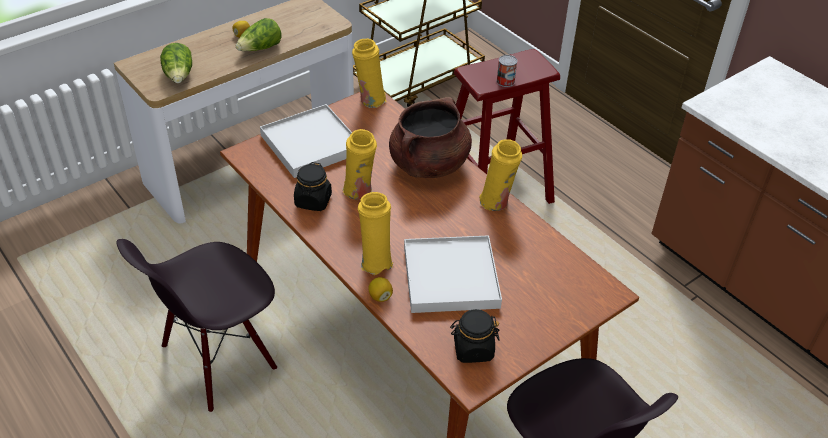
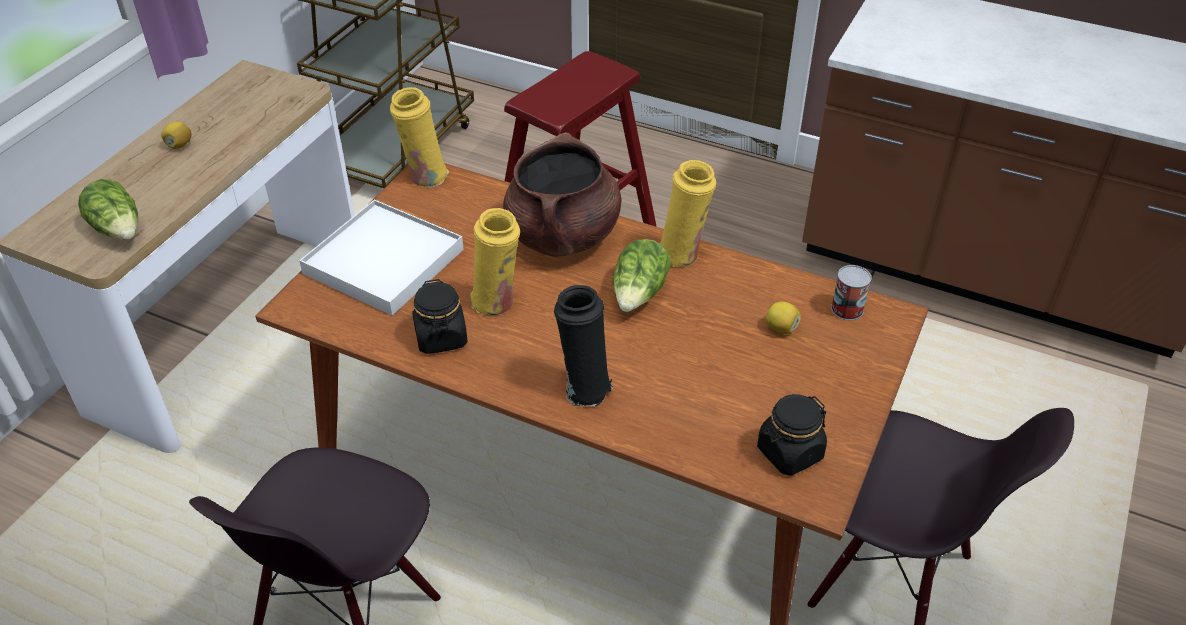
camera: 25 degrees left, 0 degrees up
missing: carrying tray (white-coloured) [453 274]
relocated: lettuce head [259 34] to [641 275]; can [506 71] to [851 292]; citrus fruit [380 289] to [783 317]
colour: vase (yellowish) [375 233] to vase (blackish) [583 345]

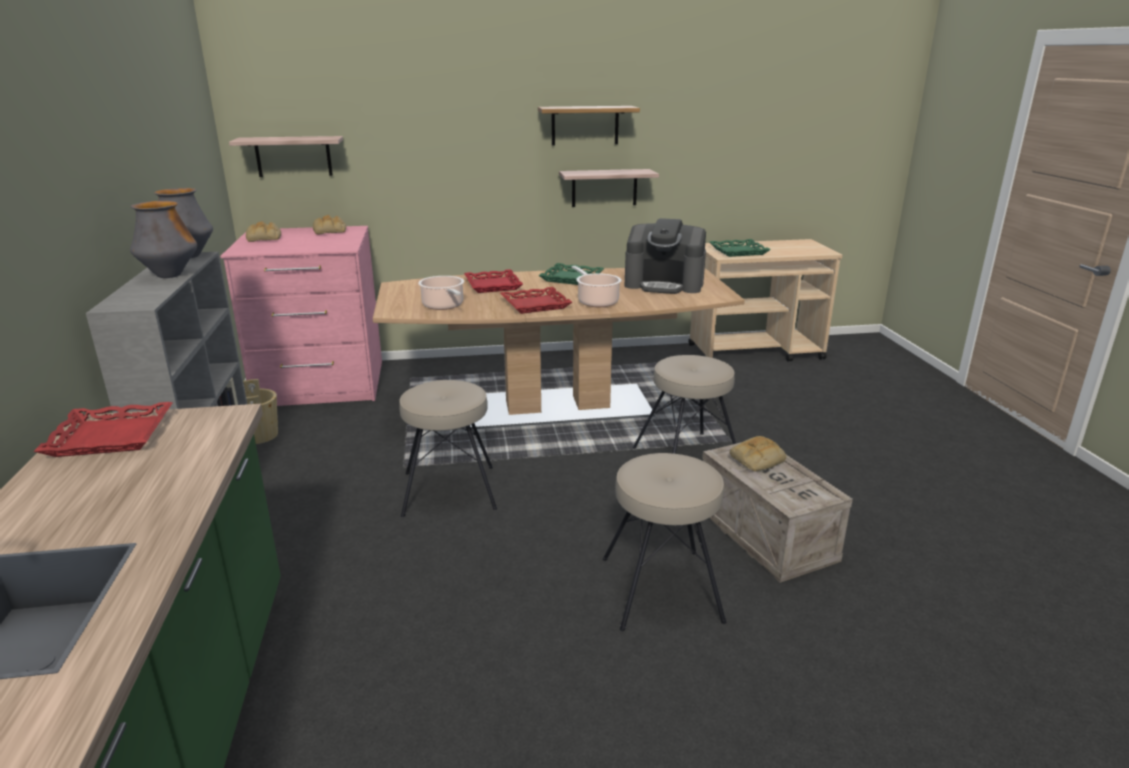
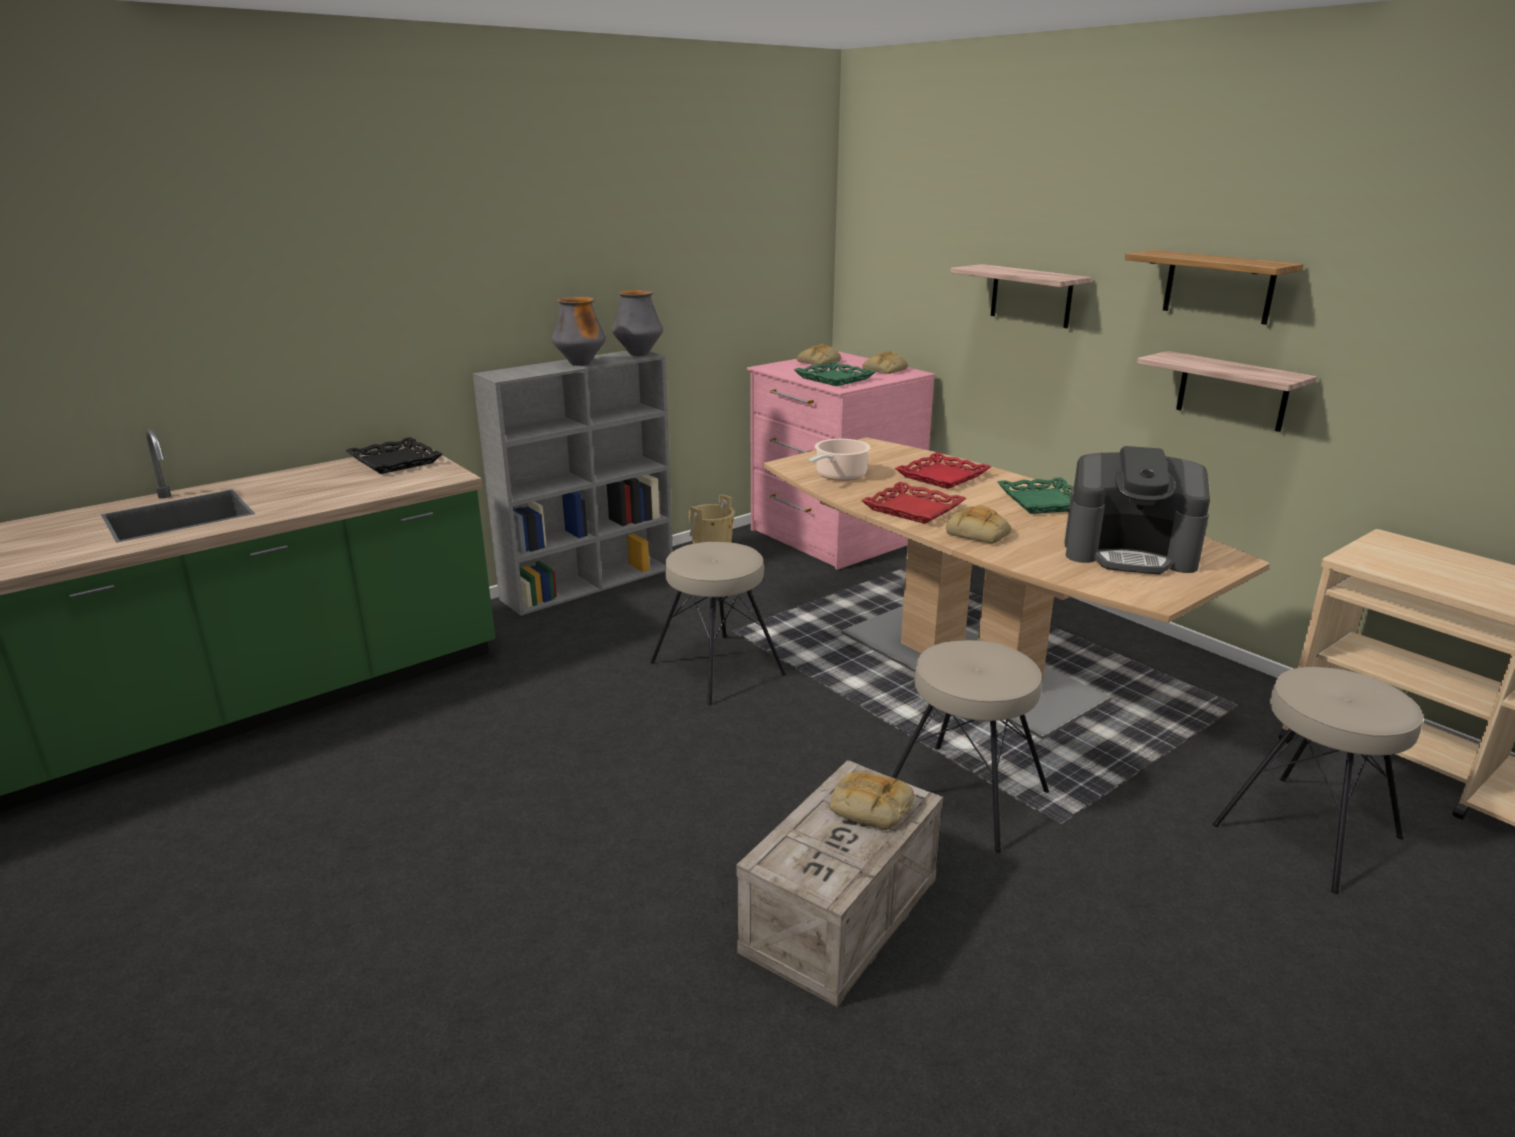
camera: 60 degrees right, 0 degrees up
relocated: bracket shelf [286 156] to [1020 296]; carrying tray (green) [740 248] to [835 373]; stool (beige) [664 542] to [1317 780]
exchanged: cooking pot [596 286] to baked bread [978 524]
colour: carrying tray (red) [103 429] to carrying tray (blackish) [393 455]
spun: coffee brewer [665 256] = [1137 510] 60 degrees counterclockwise

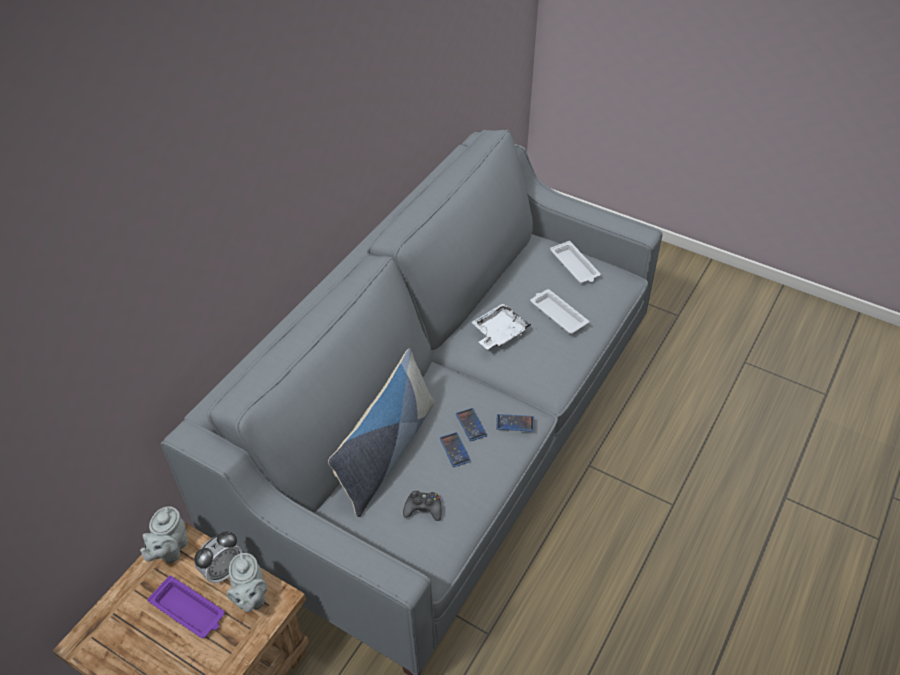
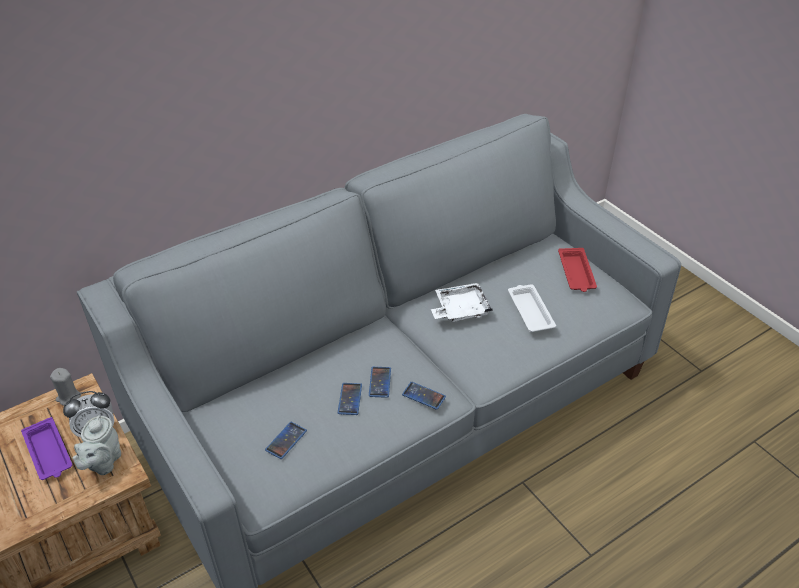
camera: 25 degrees right, 5 degrees down
missing: cushion [381 433]
exchanged: gamepad (blackish) [422 506] to handset [286 440]; teapot (gray) [164 535] to wax light (gray) [65 386]
colour: carrying tray (white-coloured) [575 262] to carrying tray (red) [577 270]

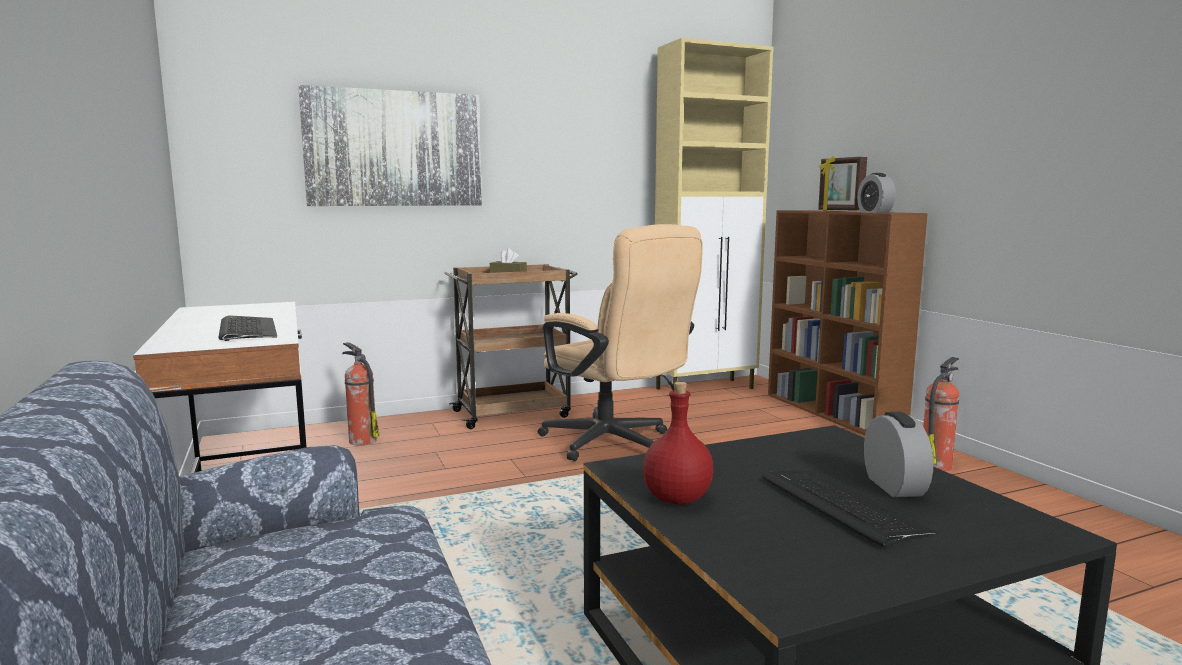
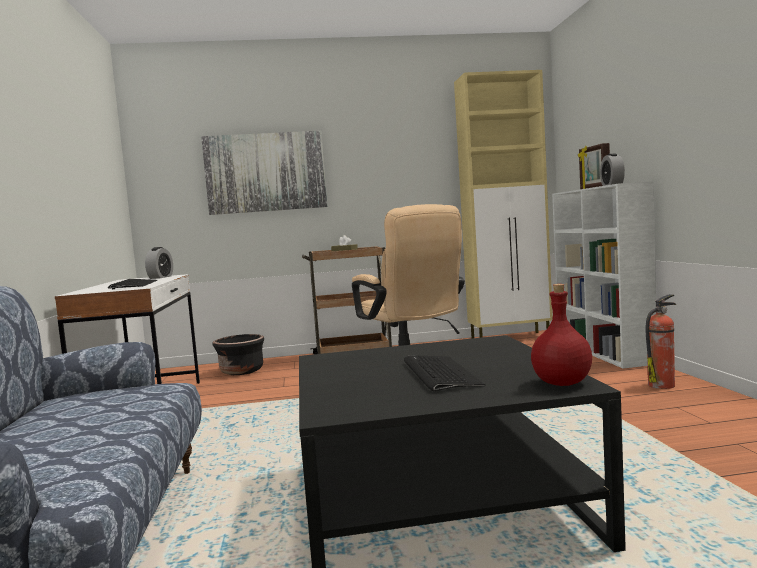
camera: 15 degrees right, 5 degrees down
relocated: beverage bottle (red) [678 443] to [561 335]; table clock [898 455] to [159 263]
exchanged: fire-fighting cylinder [361 393] to plant pot (blackish) [238 354]
colour: shelving unit (brownish) [848 322] to shelving unit (white-coloured) [604 275]

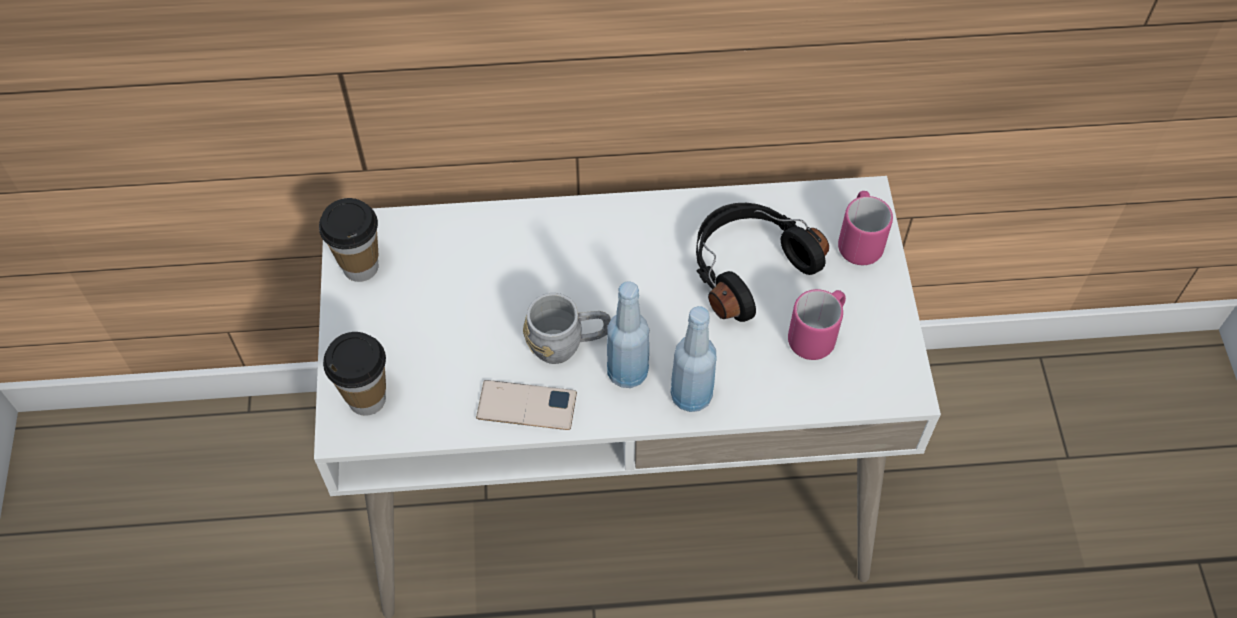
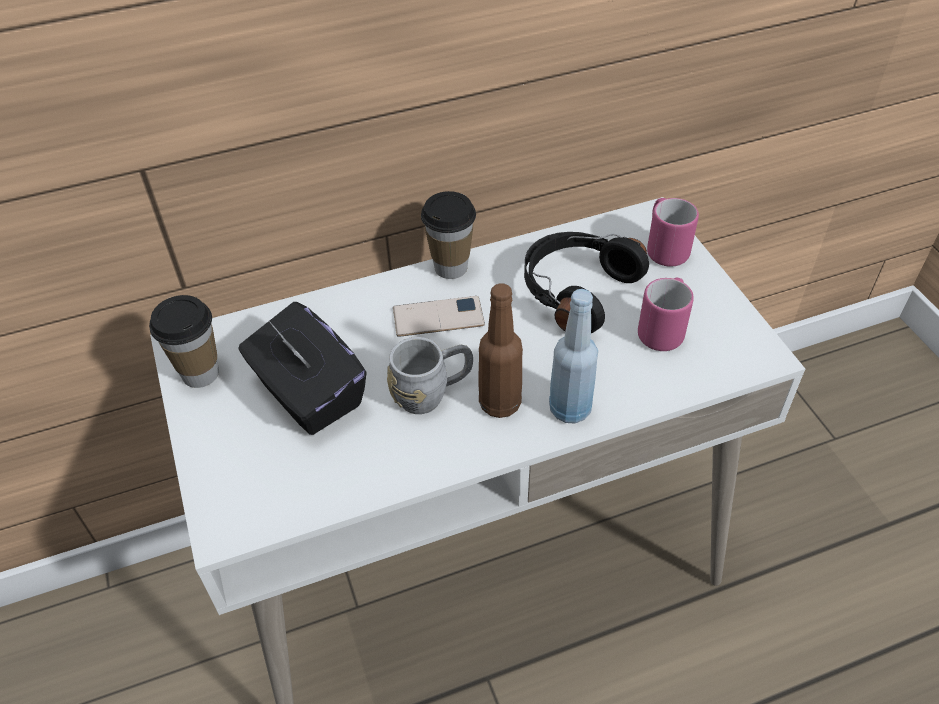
camera: 15 degrees left, 10 degrees down
appeared: tissue holder (blackish) [302 368]
relocated: small cup [354 374] to [448 235]; handset [526 405] to [439 316]
colour: beverage bottle (blue) [628 334] to beverage bottle (brownish) [500 351]

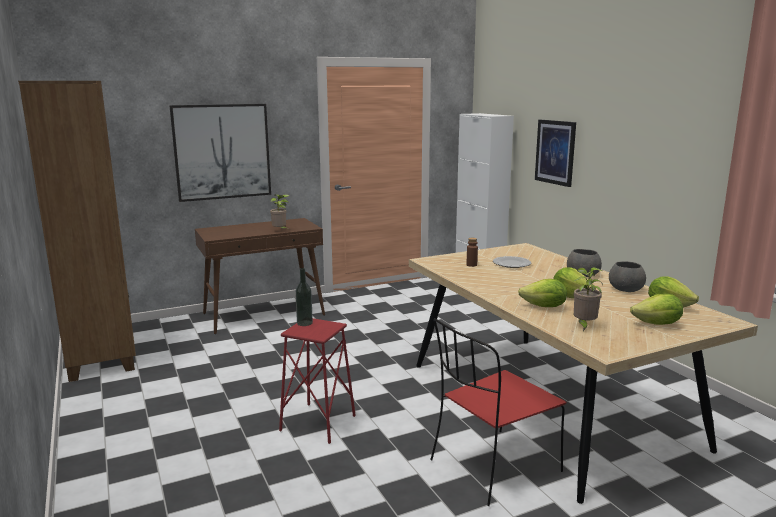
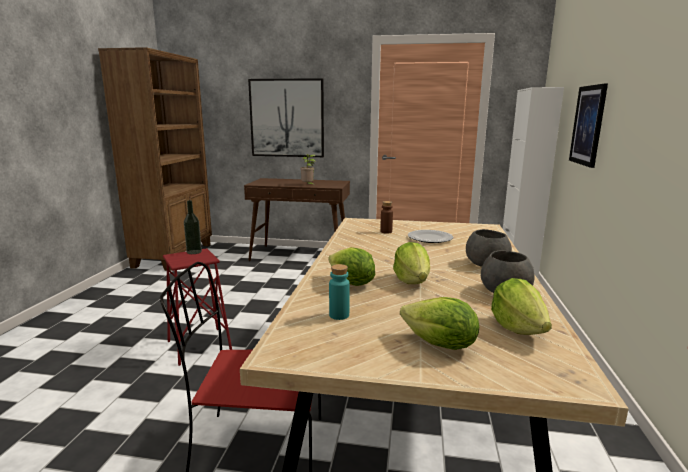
camera: 35 degrees right, 0 degrees up
exchanged: potted plant [588 299] to beverage bottle (turquoise-coloured) [339 292]

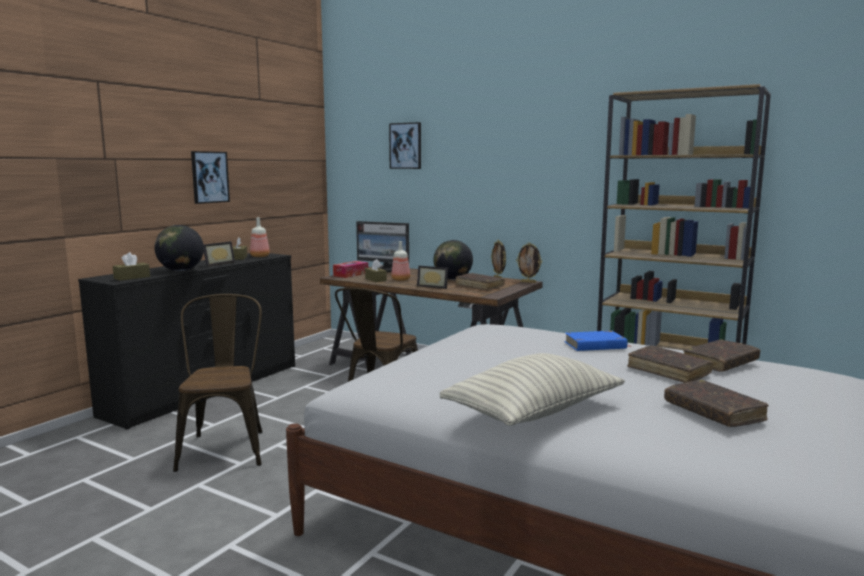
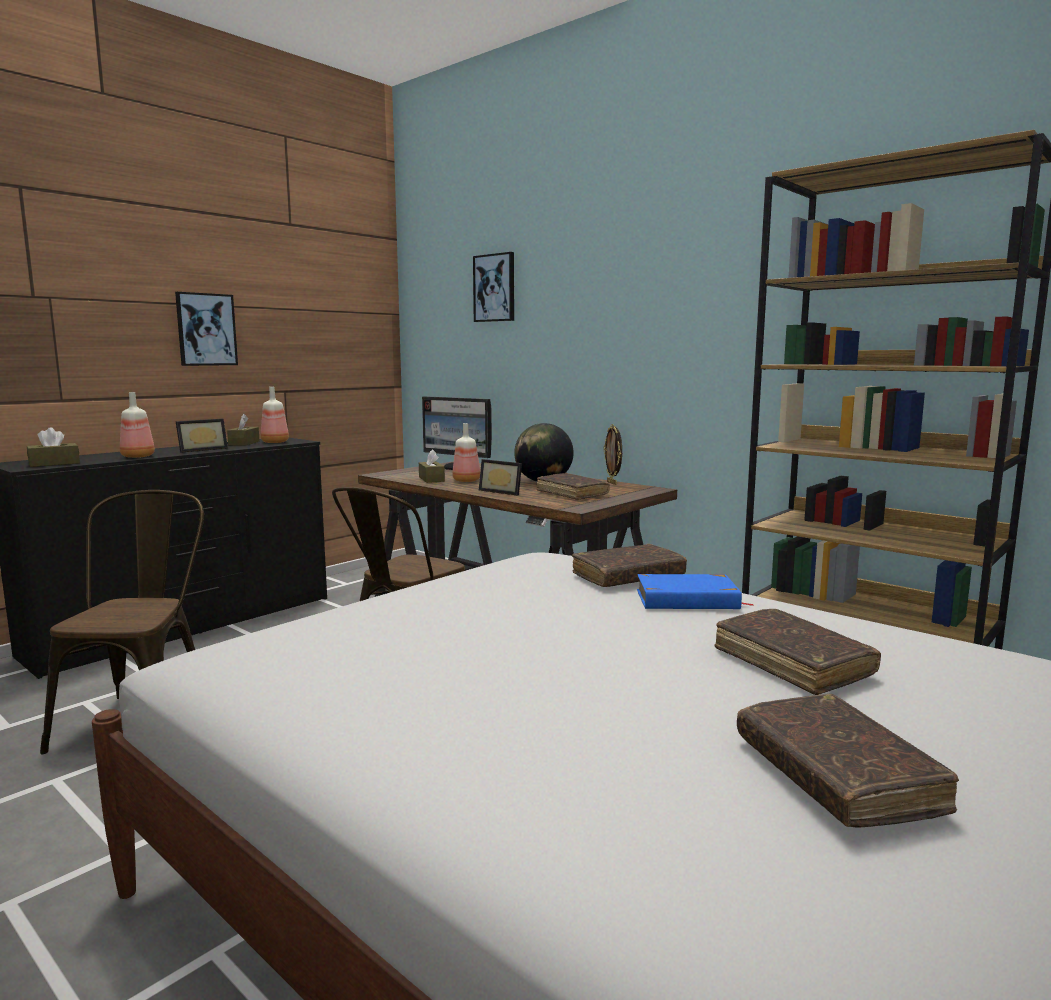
camera: 10 degrees right, 0 degrees up
missing: picture frame [529 262]; tissue holder [350 269]; cushion [532 389]
relocated: bound book (brownish) [721 355] to [629 565]
exchanged: desk globe [179 248] to beverage bottle [137 425]

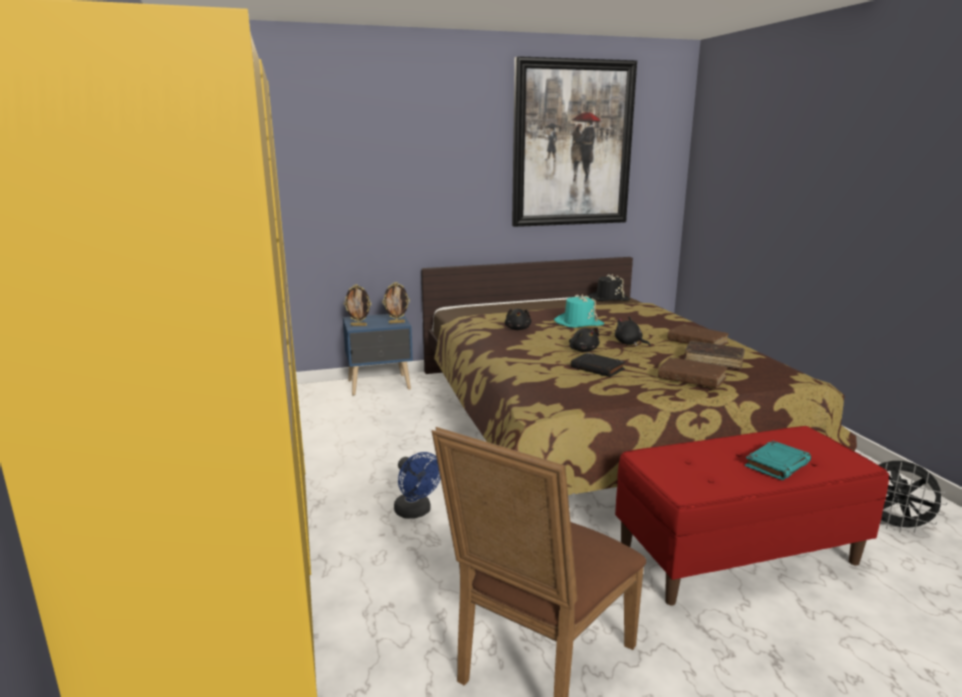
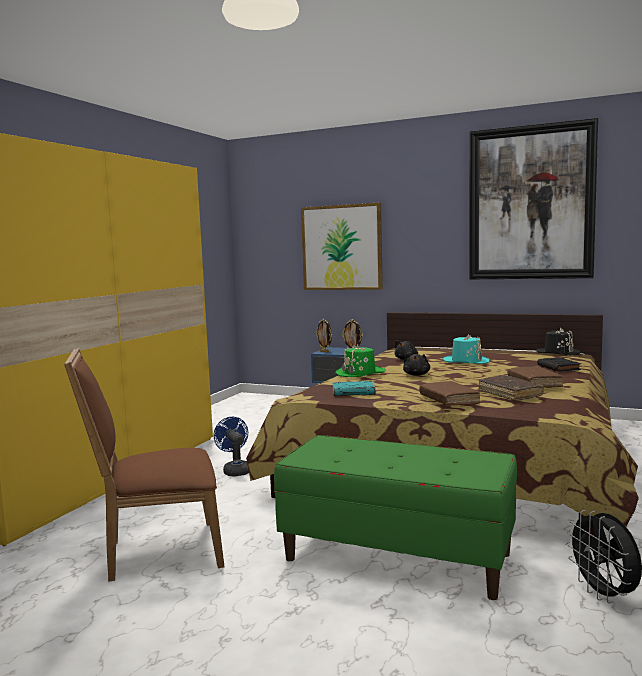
camera: 40 degrees right, 10 degrees down
missing: soft toy (blackish) [632 331]
appeared: wall art [342 246]; wearable hat (green) [360 360]
relocated: bound book (blackish) [598 365] to [559 364]; bound book (turquoise-coloured) [778 460] to [353 388]
colour: long seat (red) [752 516] to long seat (green) [395 517]
spun: electric fan (blue) [417 485] = [231 446] 150 degrees clockwise

